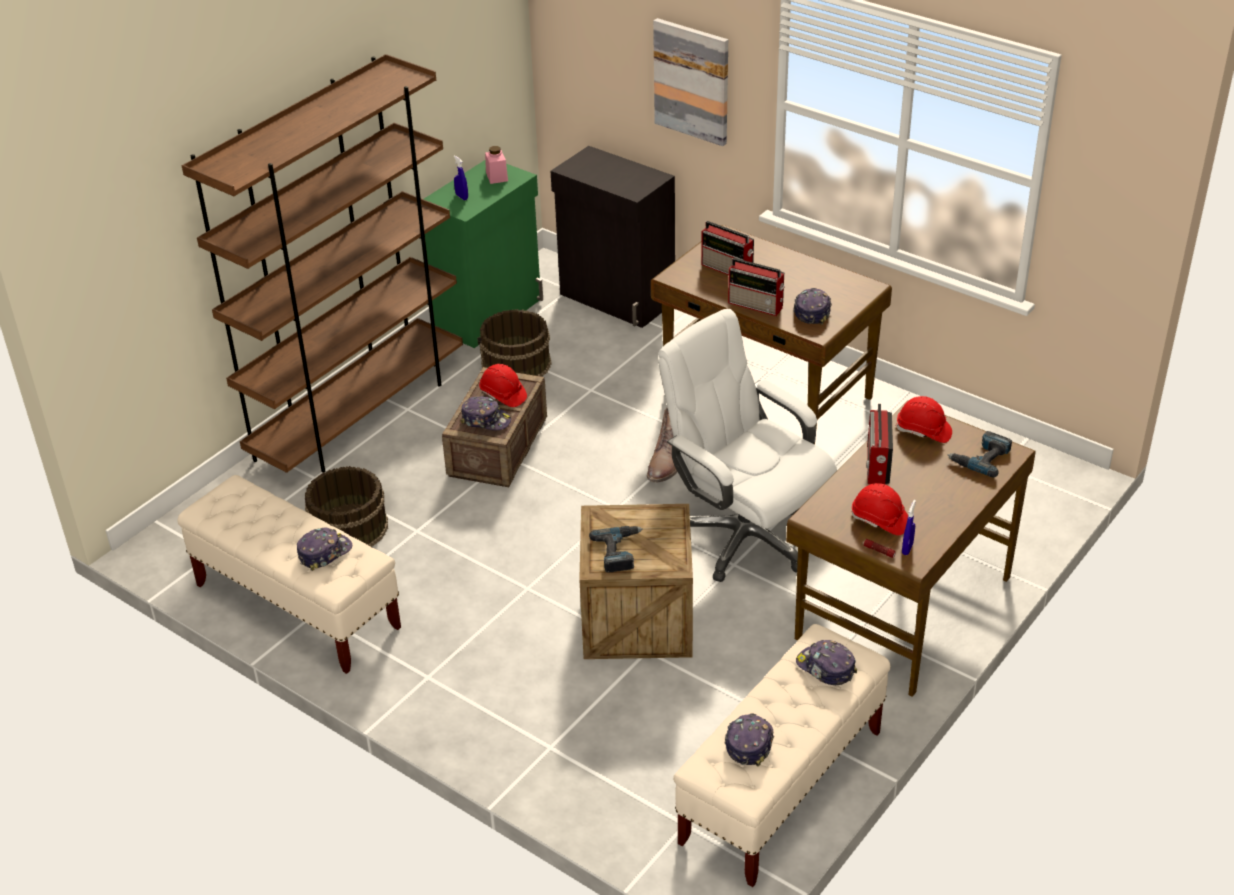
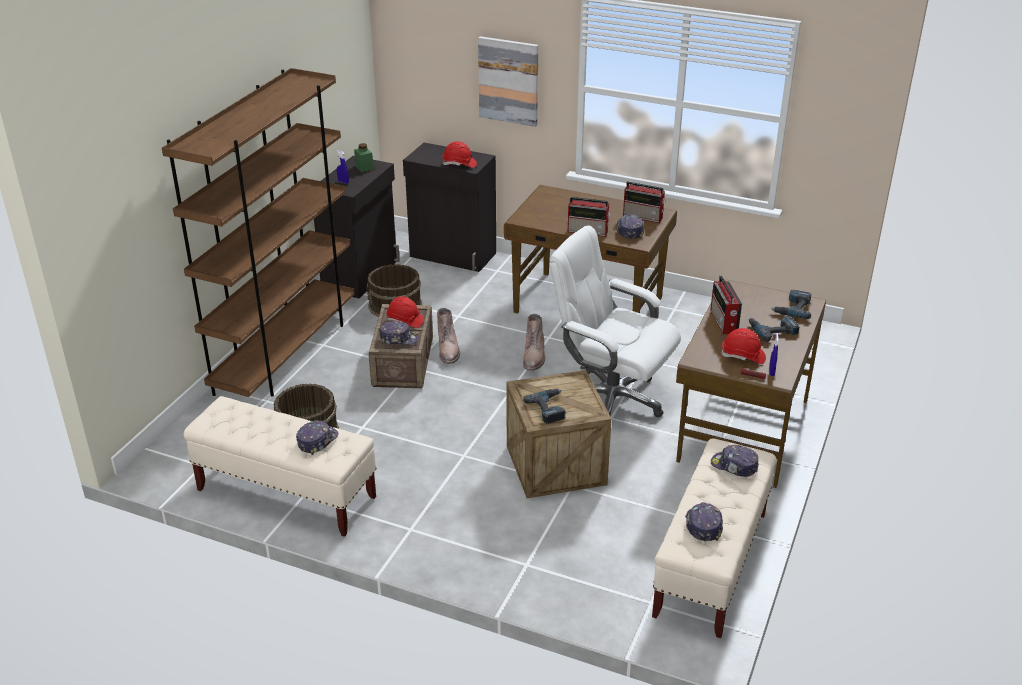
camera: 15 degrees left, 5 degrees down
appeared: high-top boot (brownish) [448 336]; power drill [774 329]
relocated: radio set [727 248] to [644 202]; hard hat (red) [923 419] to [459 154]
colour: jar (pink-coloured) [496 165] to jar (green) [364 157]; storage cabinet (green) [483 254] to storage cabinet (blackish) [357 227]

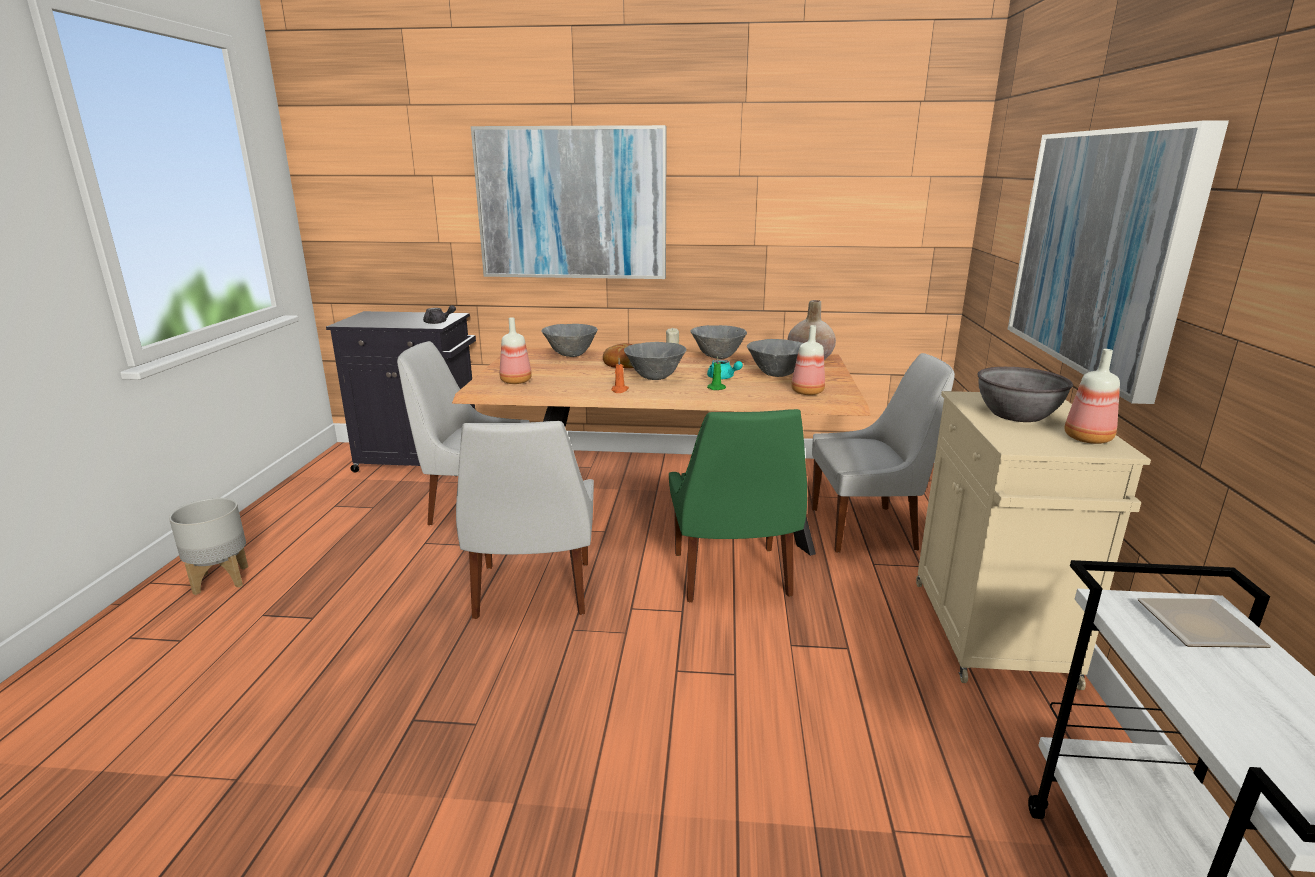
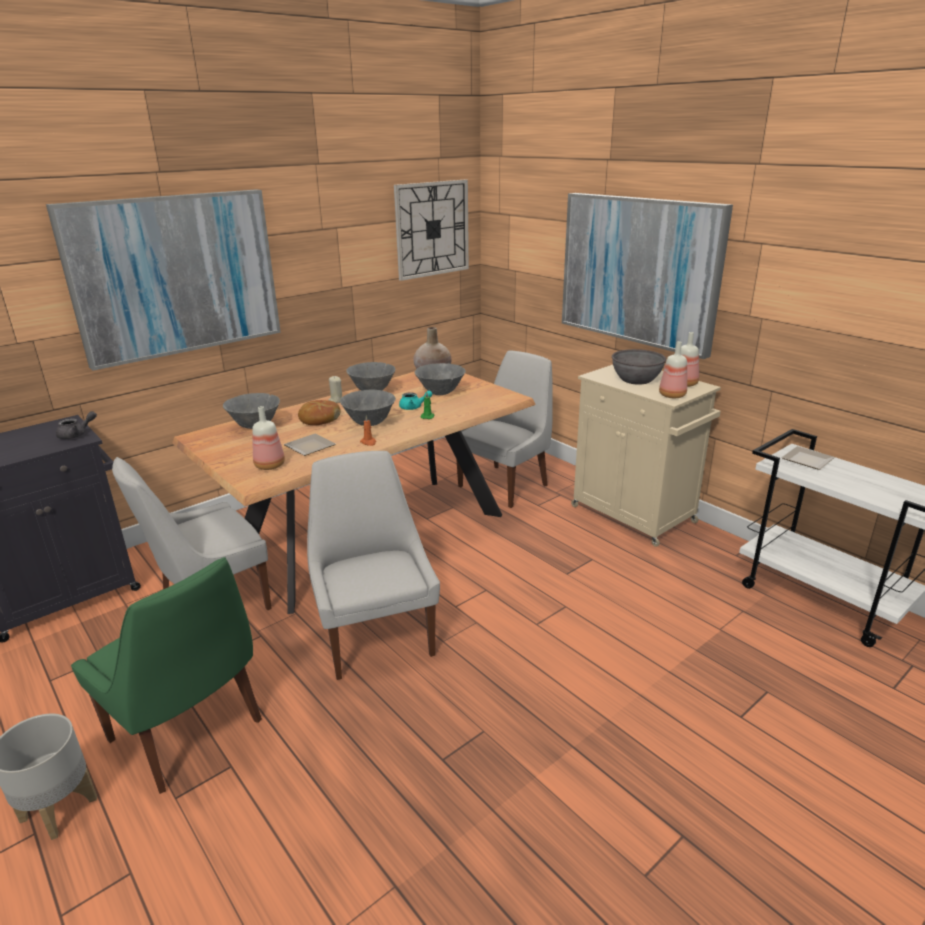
camera: 45 degrees left, 5 degrees up
appeared: clock on the wall [431 230]; dinner plate [310 445]
relocated: beverage bottle [808 360] to [673 369]; upright chair (green) [738 505] to [166 675]
spun: upright chair (white-coloured) [525 520] = [373 565] 150 degrees counterclockwise

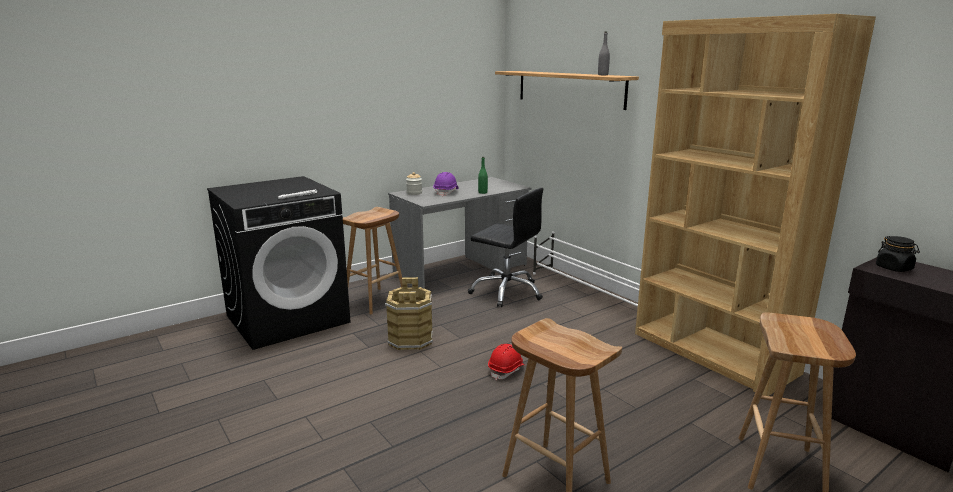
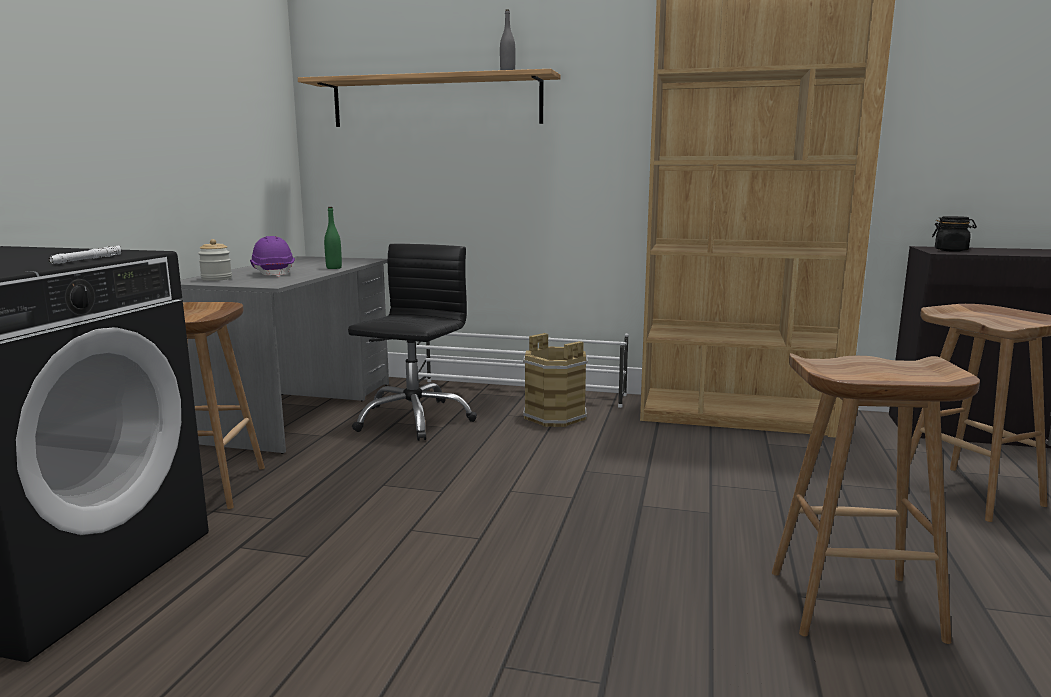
camera: 40 degrees left, 5 degrees down
missing: hard hat (red) [506 362]
relocated: water bucket (brownish) [409 313] to [555 380]
spun: desk chair (blackish) [505 247] = [412 342] 60 degrees counterclockwise

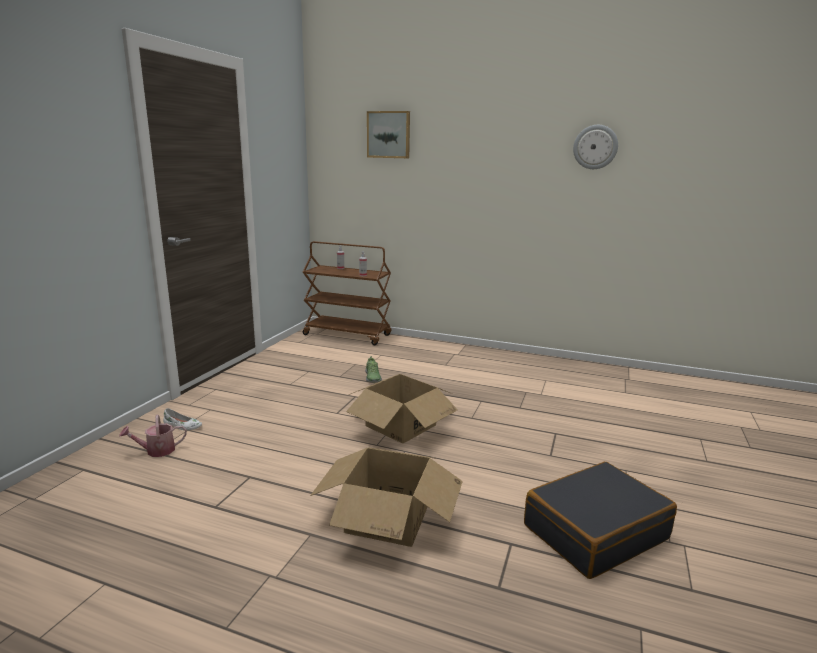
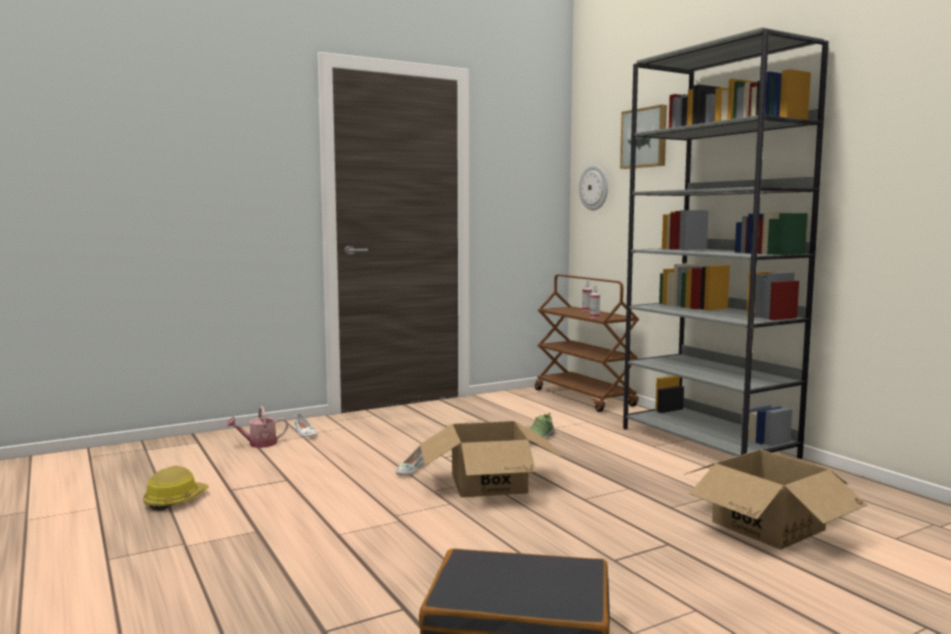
camera: 40 degrees right, 10 degrees down
appeared: shelving unit (gray) [726 243]; item of footwear (white-coloured) [410 461]; hard hat [176 488]
relocated: clock on the wall [595 147] to [593 187]; cardboard box [386 497] to [775 500]
spun: watering pot [153 436] = [257 427] 45 degrees counterclockwise

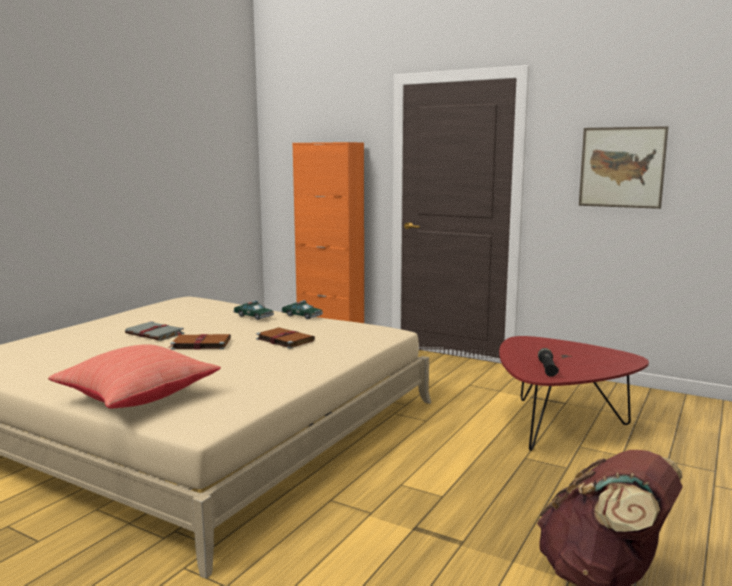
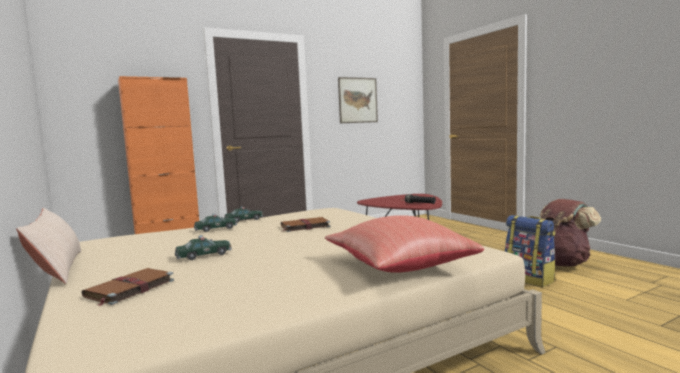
camera: 60 degrees left, 5 degrees down
appeared: cushion (beige) [48 246]; knapsack [530 251]
relocated: bound book (brownish) [199 342] to [128 287]
exchanged: bound book (gray) [154 331] to miniature car [203 247]

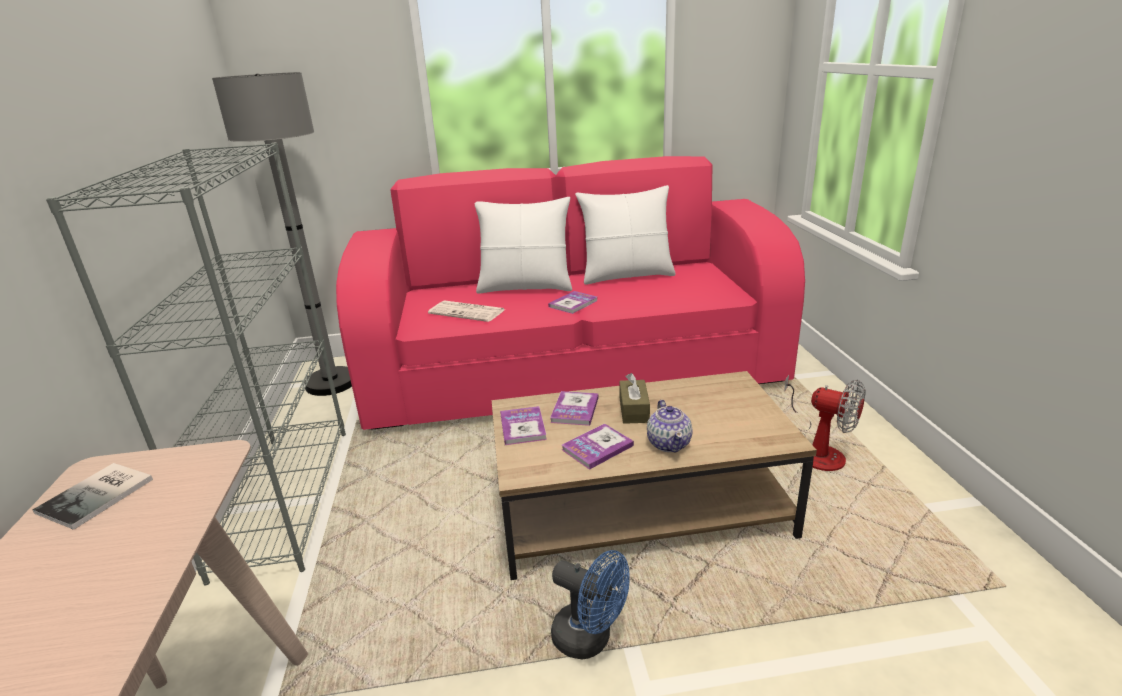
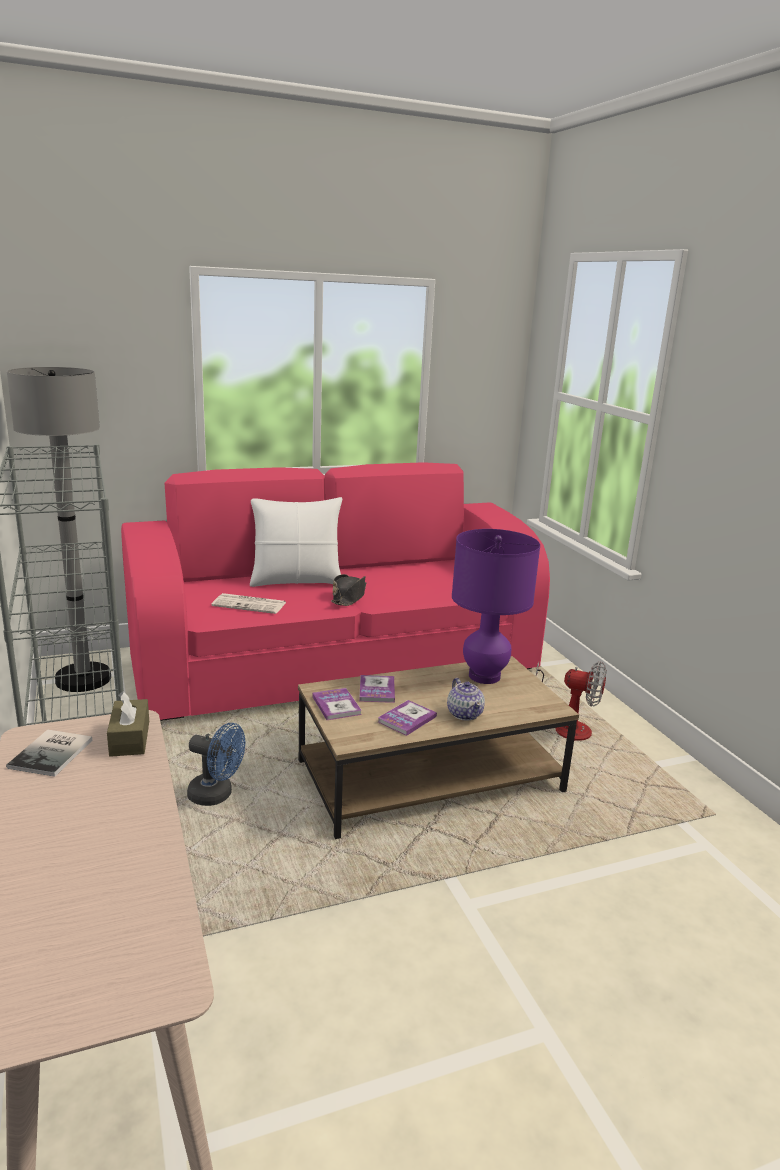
camera: 15 degrees left, 5 degrees down
missing: cushion (white-coloured) [625 234]
appeared: tabletop lamp (purple) [496 606]
relocated: tissue holder (brownish) [634 398] to [128 724]; electric fan (blue) [590 604] to [216 764]
exchanged: bound book [572 302] to wearable hat (blackish) [348 590]

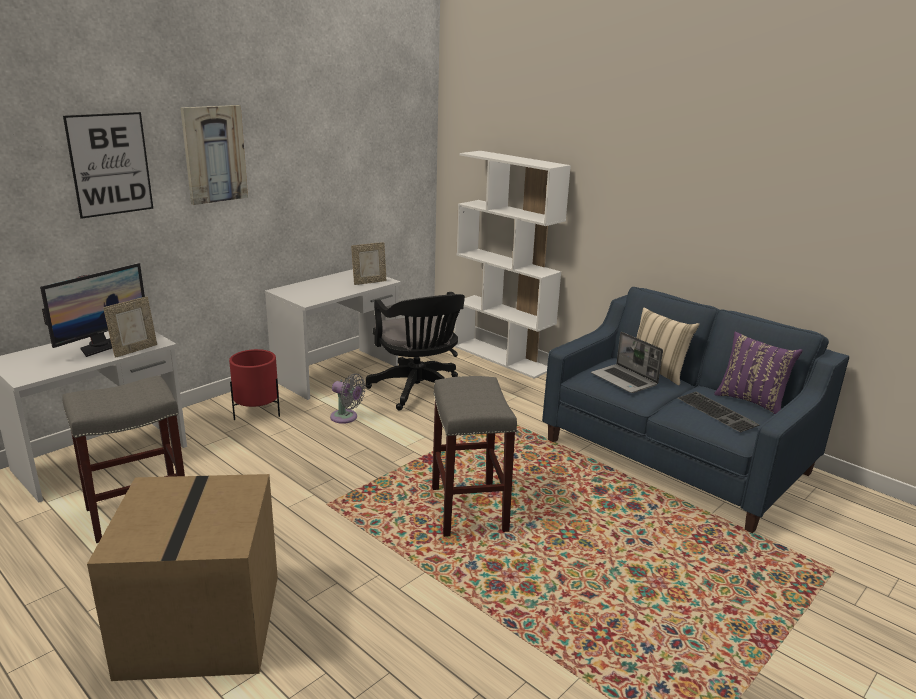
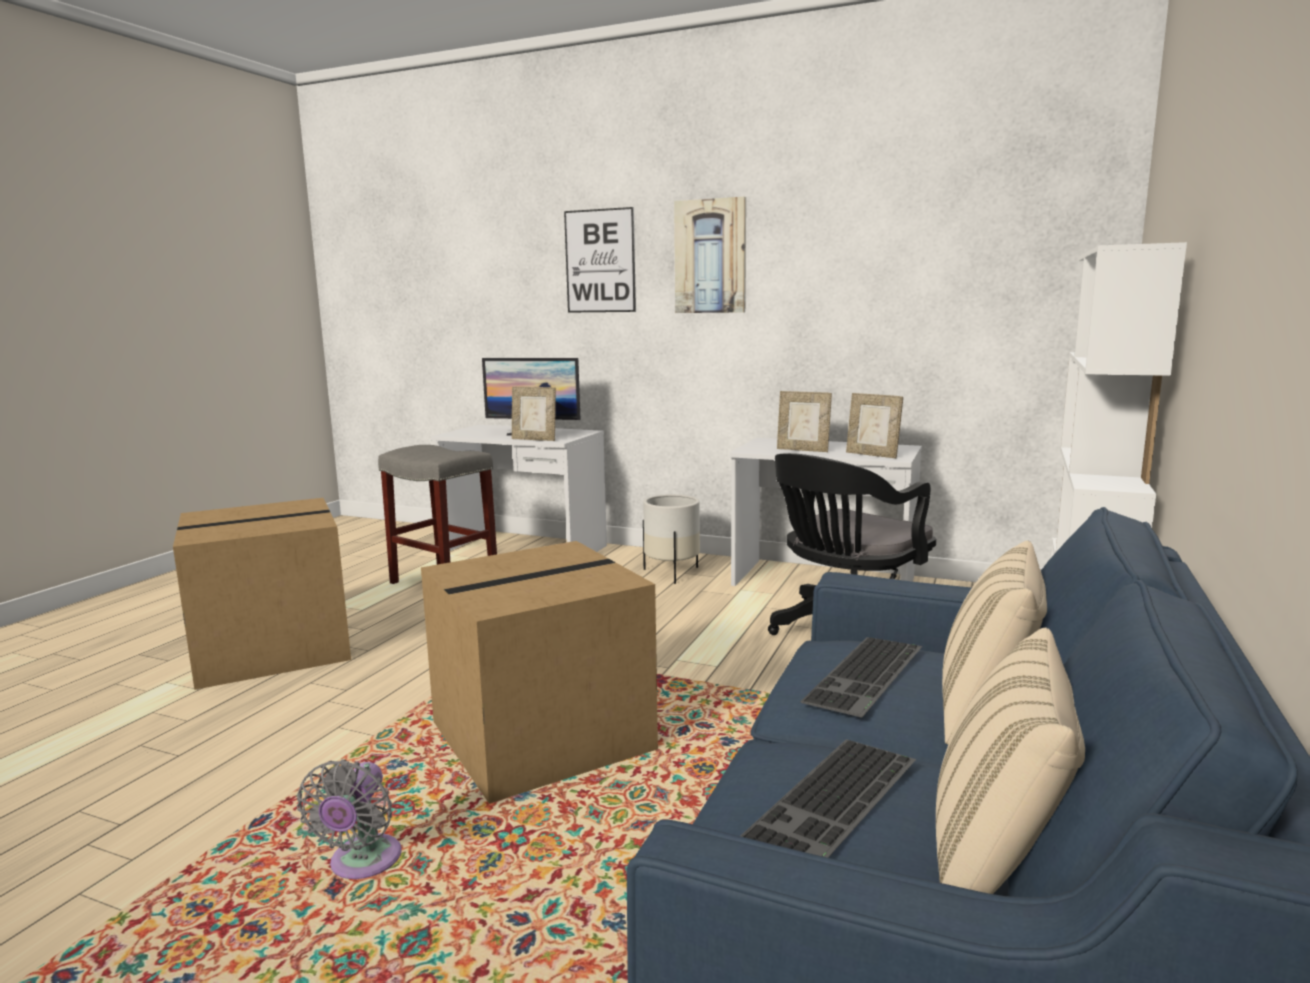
camera: 70 degrees right, 10 degrees down
appeared: picture frame [804 421]
relocated: electric fan (gray) [348 399] to [349 819]
exchanged: portable computer [627 362] to keyboard [861 677]; stool (gray) [474 456] to cardboard box [539 672]
colour: cushion (purple) [758 373] to cushion (beige) [1010 761]; plant pot (red) [254 384] to plant pot (white-coloured) [671 539]

